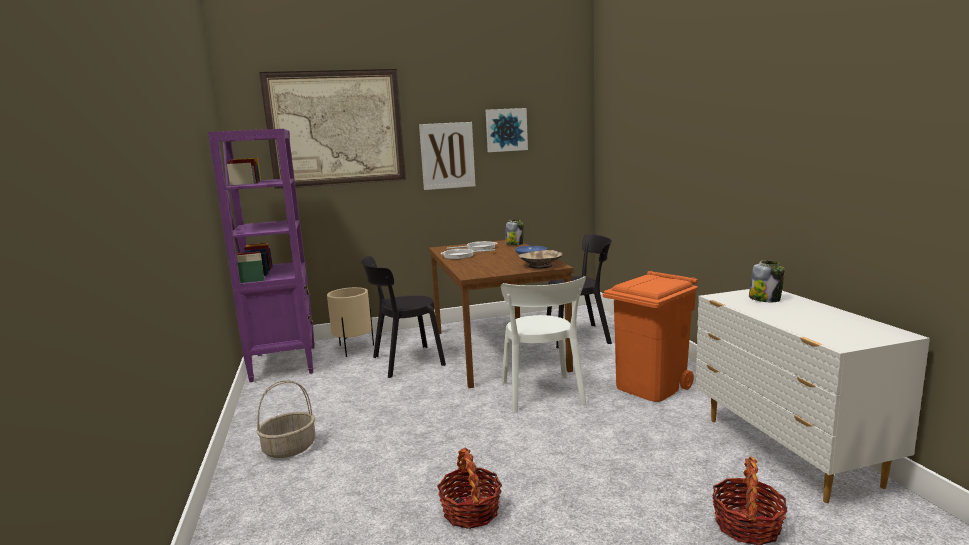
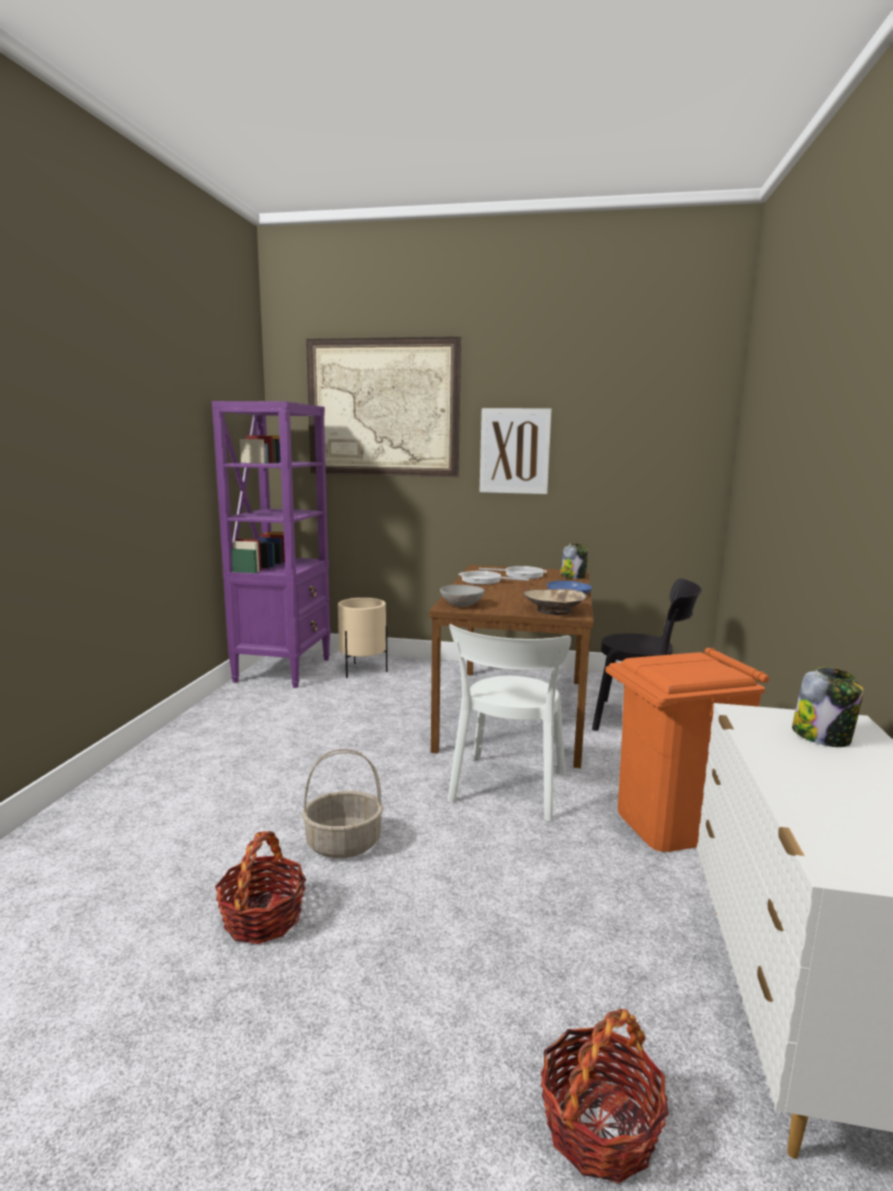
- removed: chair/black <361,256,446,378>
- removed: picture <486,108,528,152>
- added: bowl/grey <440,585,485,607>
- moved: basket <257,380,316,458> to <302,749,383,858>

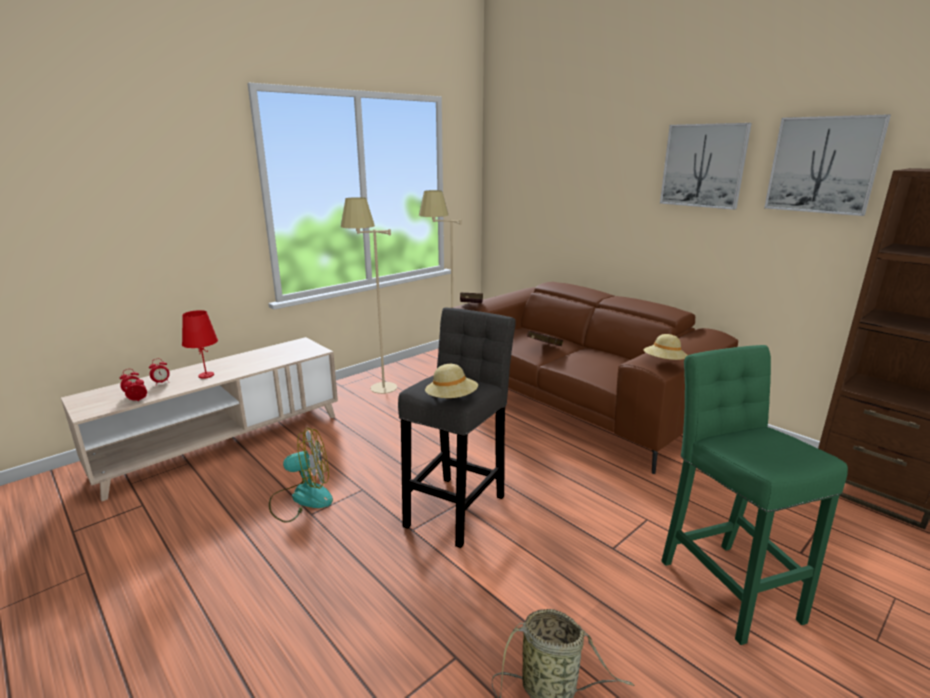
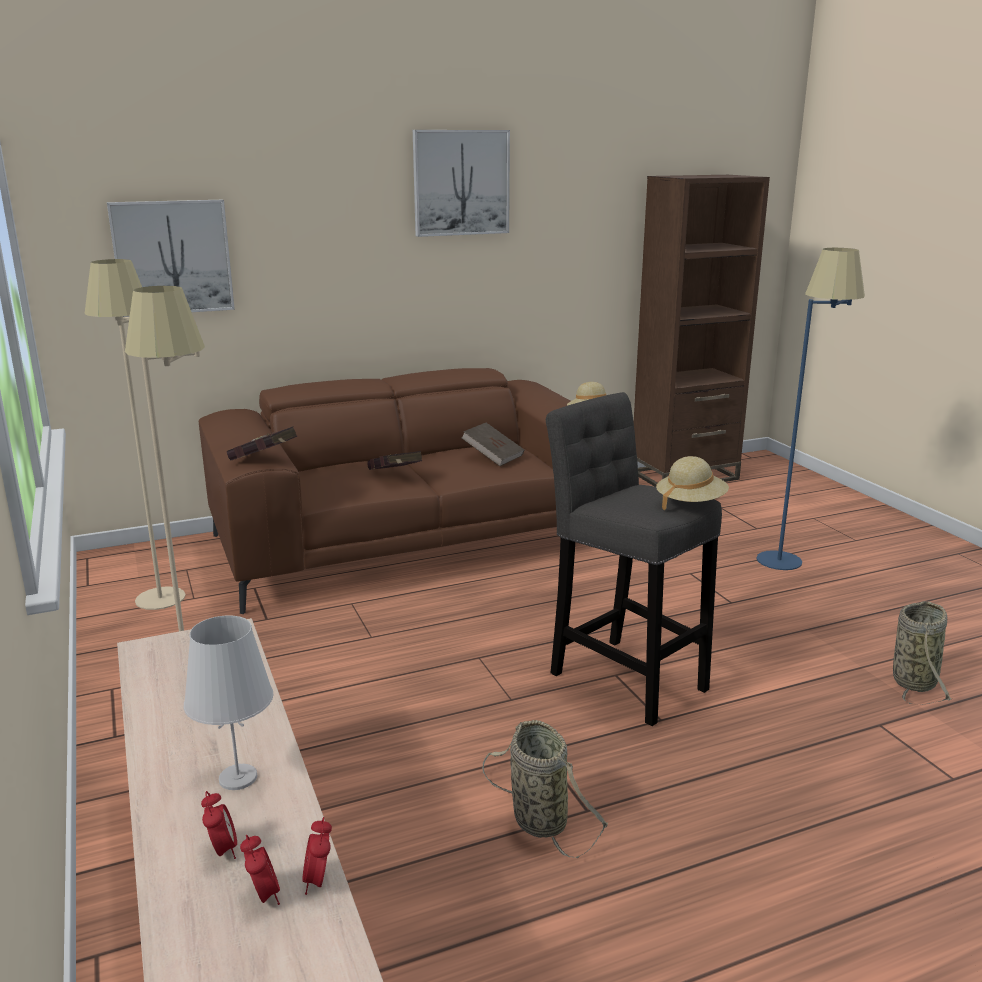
- added: book/brown <461,423,524,466>
- moved: picture <764,114,891,216> to <107,200,235,317>
- replaced: fan <269,427,333,523> to basket <483,720,608,858>
- replaced: stool/green <661,345,848,645> to floor lamp/blue <756,248,865,570>
- recoloured: table lamp/red <182,310,218,379> to table lamp/white <184,615,274,790>

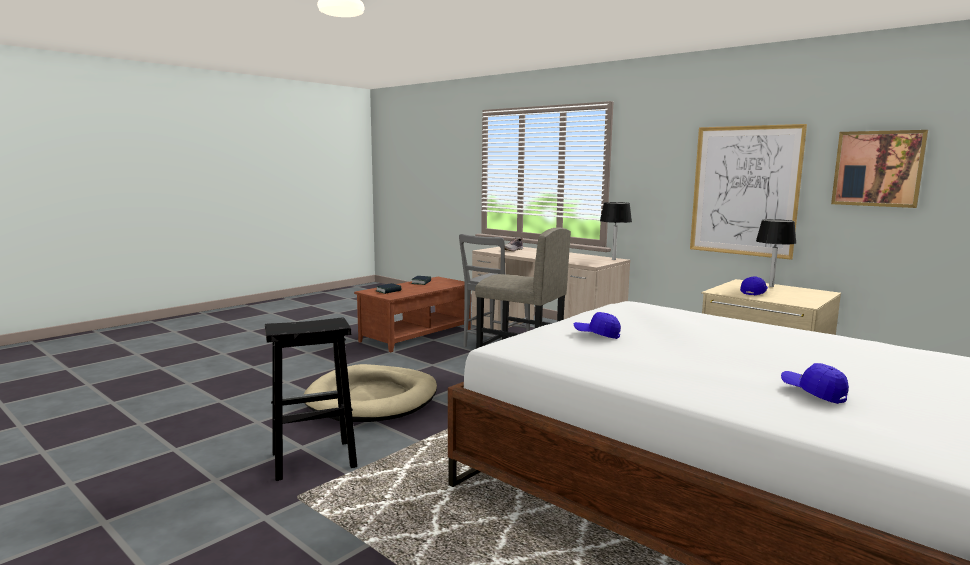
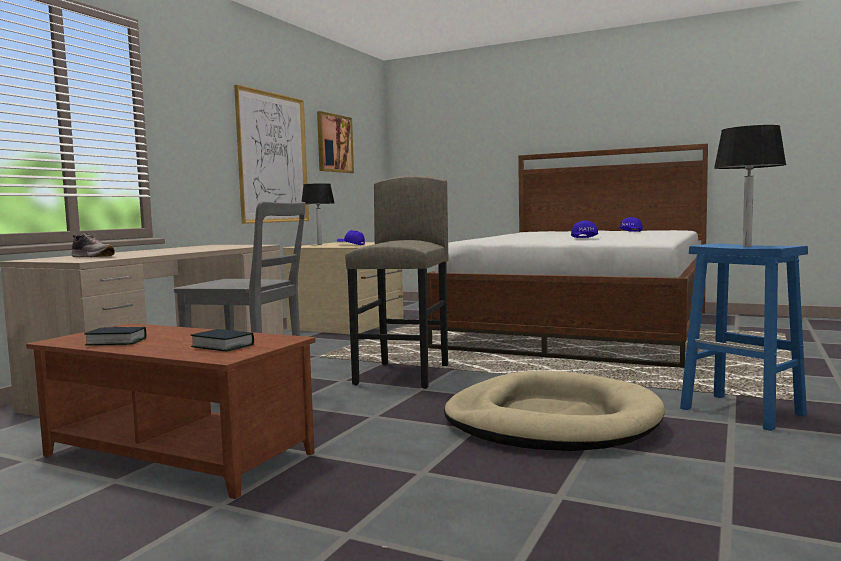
- moved: table lamp/black <600,202,632,260> to <714,125,787,247>
- recoloured: stool/black <265,317,357,481> to stool/blue <680,243,808,431>

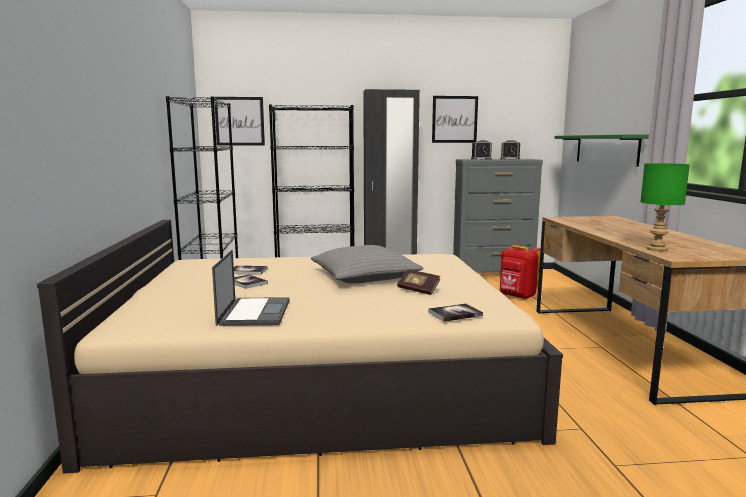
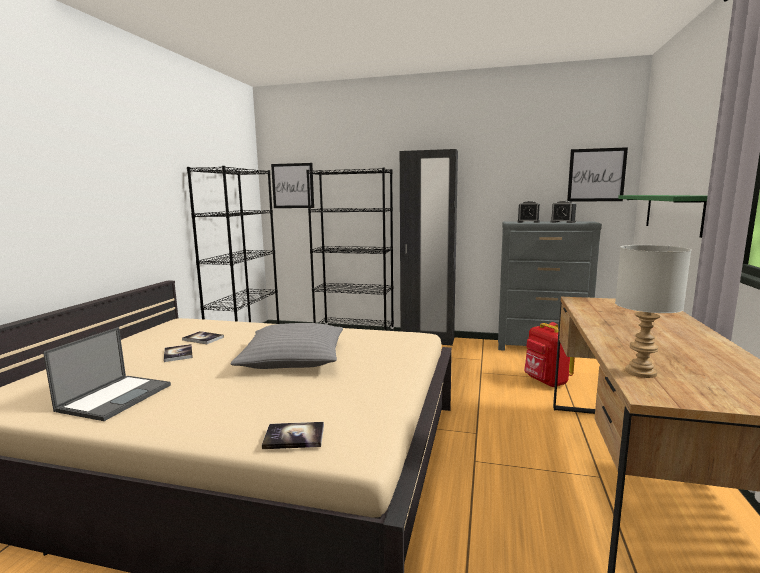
- removed: book <397,269,440,295>
- moved: picture <432,96,478,143> to <567,147,628,202>
- recoloured: table lamp/green <641,163,690,251> to table lamp/grey <615,245,691,378>

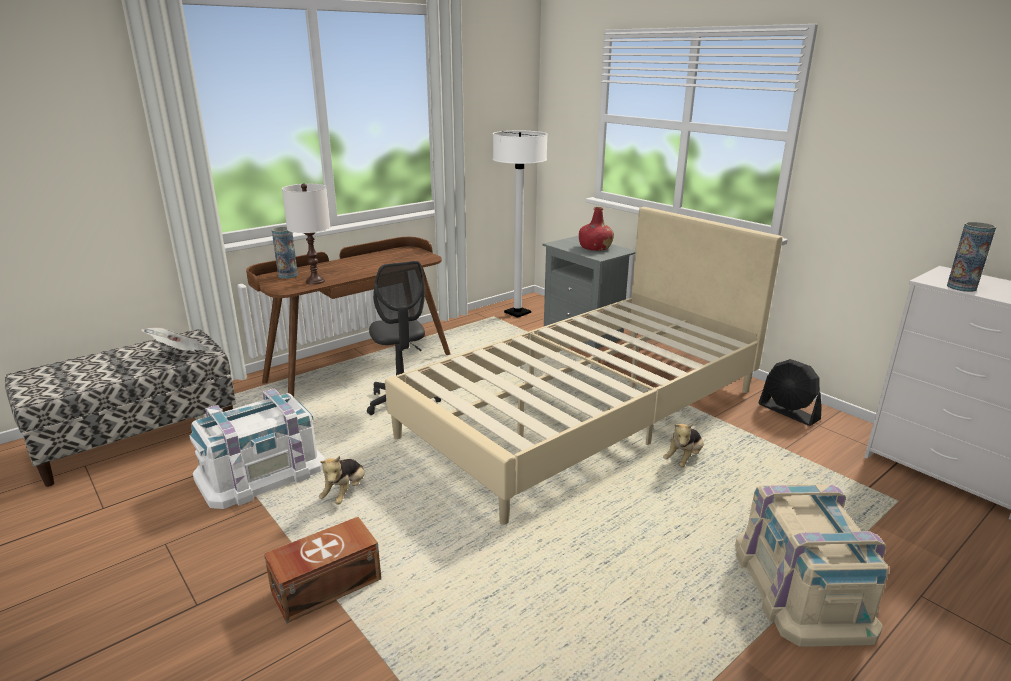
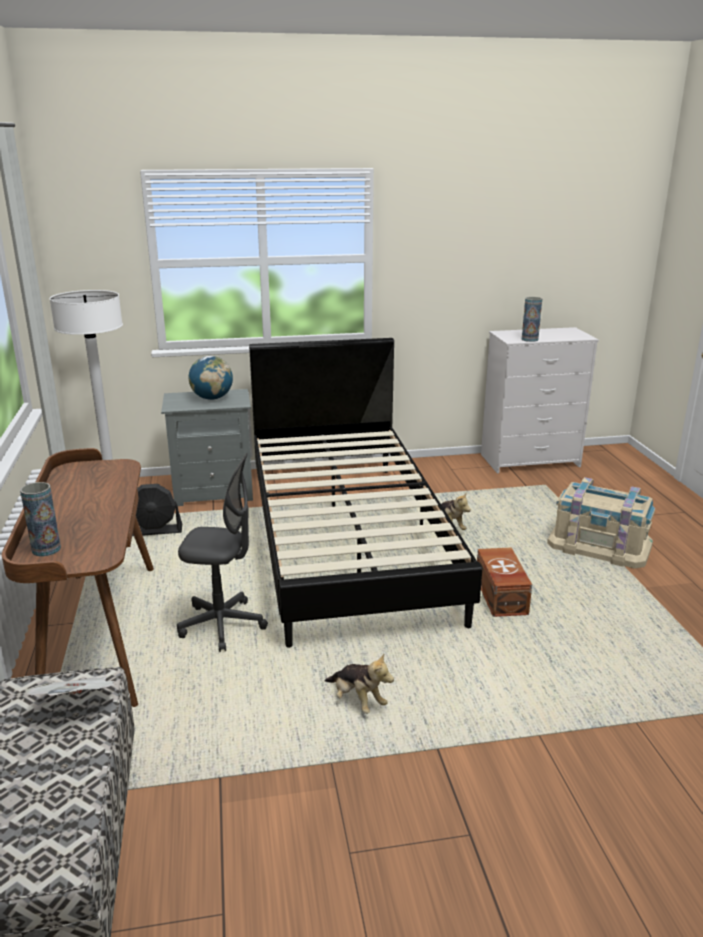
- removed: storage box/white <190,389,325,509>
- removed: table lamp/white <282,184,331,285>
- moved: storage box/brown <264,517,381,624> to <477,547,532,617>
- moved: fan/black <758,359,822,426> to <132,484,182,536>
- replaced: bottle/red <579,207,614,251> to globe <188,356,233,400>
- recoloured: bed/beige <385,207,783,525> to bed/black <249,338,482,648>

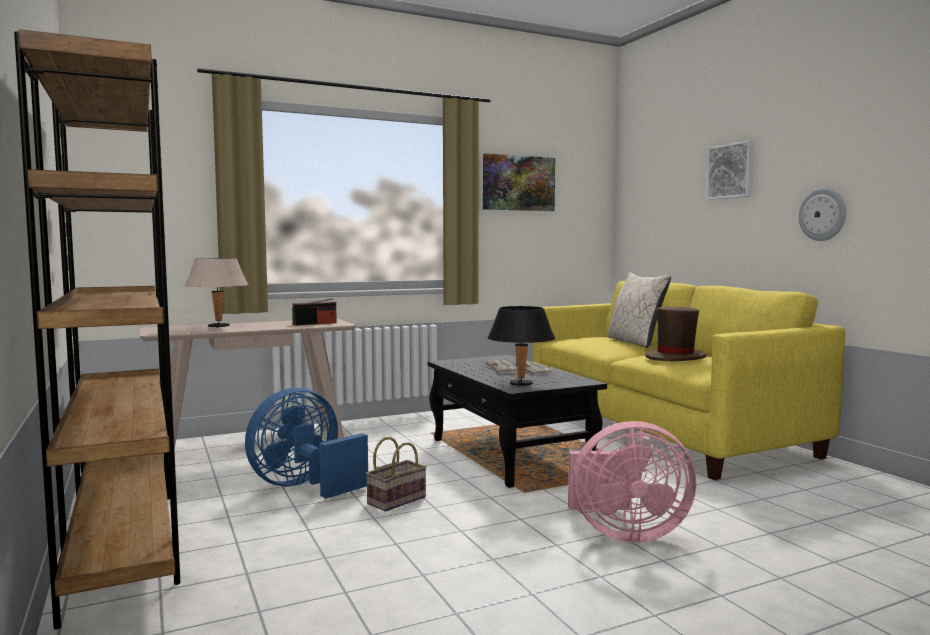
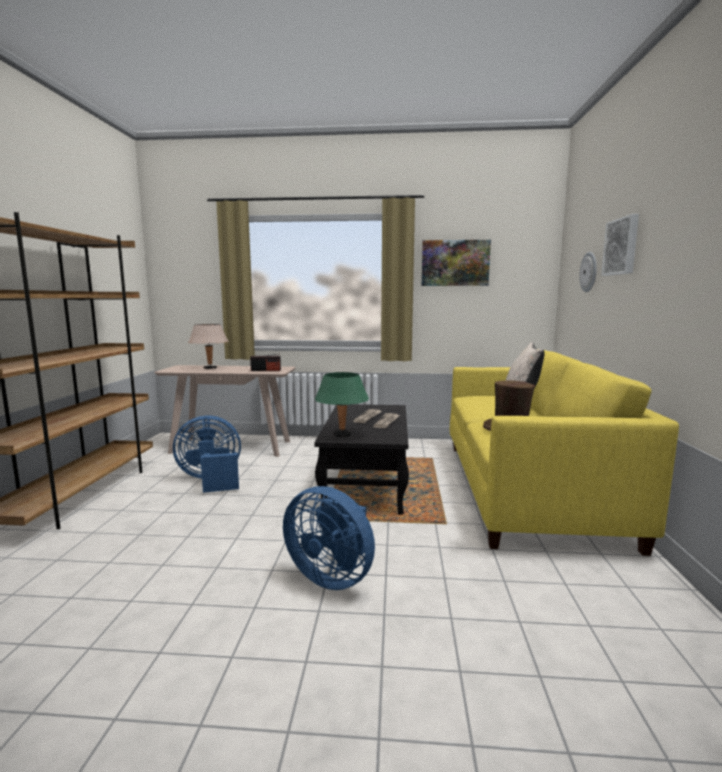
- removed: basket <366,437,427,511>
- moved: wall clock <799,188,846,241> to <579,252,597,292>
- recoloured: table lamp/black <488,306,555,386> to table lamp/green <315,372,369,437>
- recoloured: fan/pink <568,421,696,543> to fan/blue <283,486,375,590>

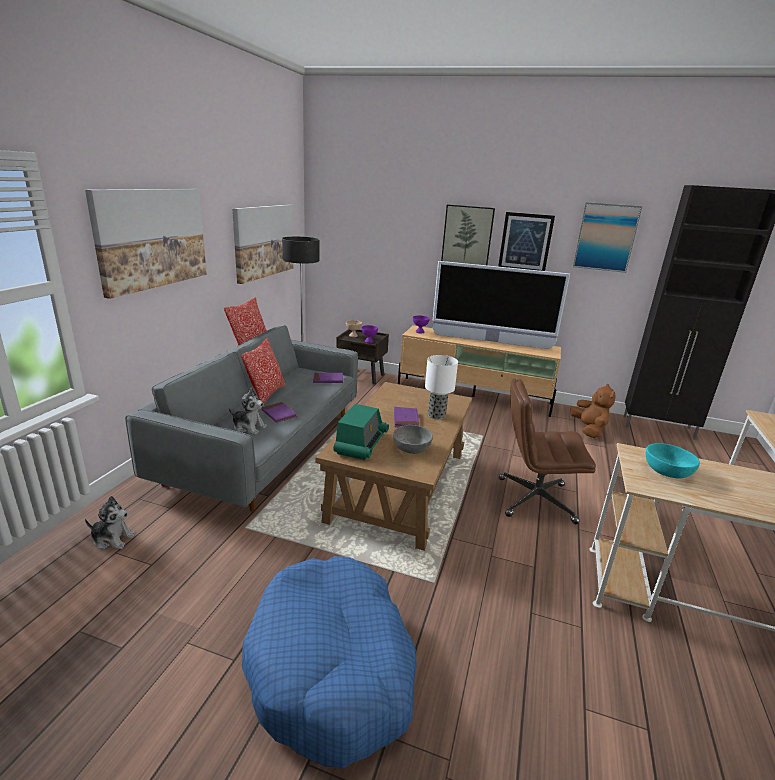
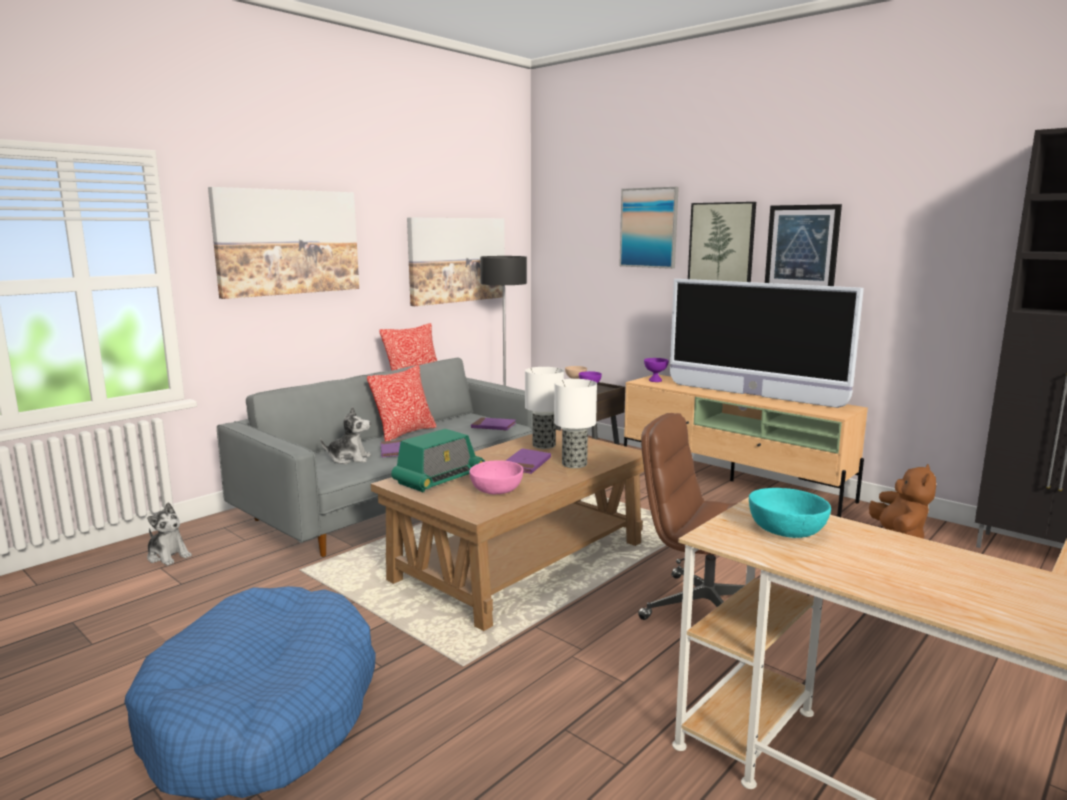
- added: table lamp <525,367,564,449>
- moved: picture <573,202,642,273> to <619,187,679,269>
- recoloured: bowl/grey <393,425,433,454> to bowl/pink <469,460,523,494>
- turned: plush toy <229,388,267,435> = <320,407,371,464> 45 degrees counterclockwise

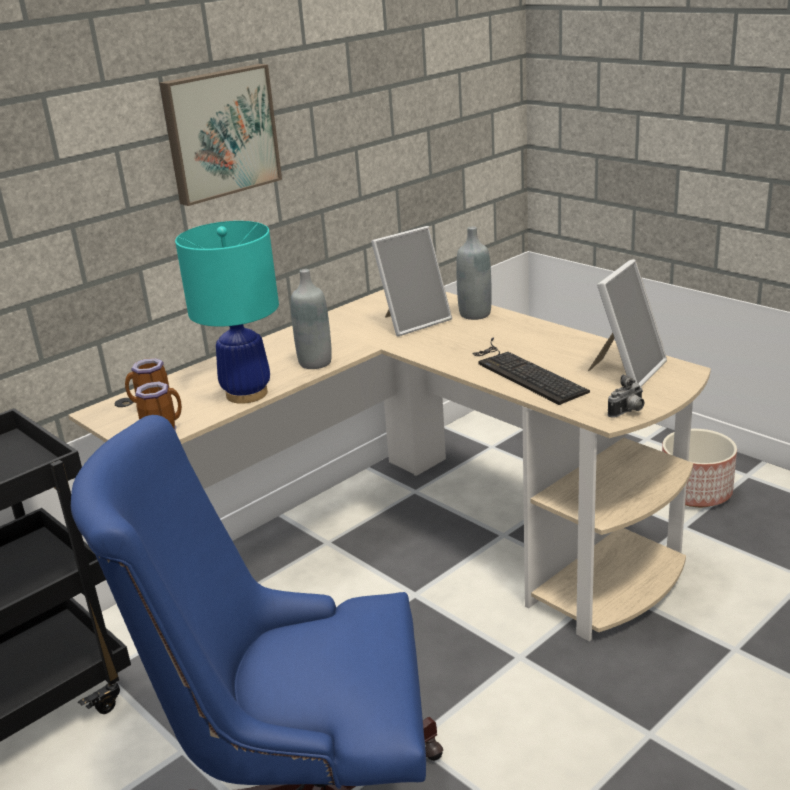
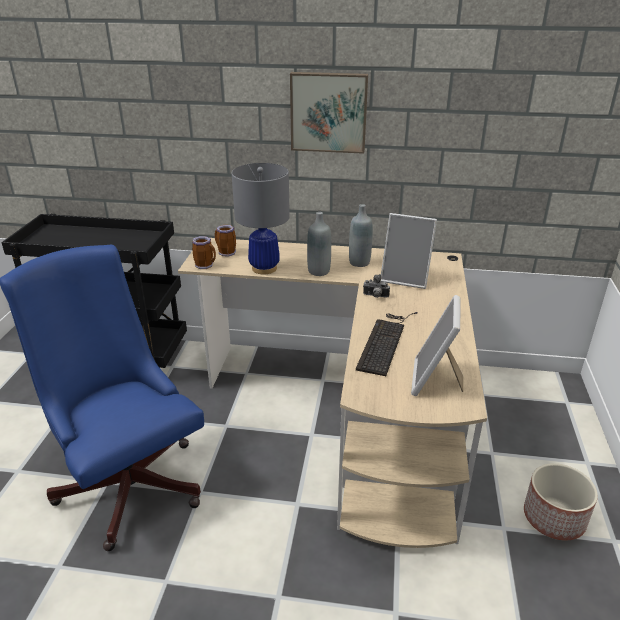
- moved: bottle/grey <456,226,492,320> to <349,204,373,267>
- moved: photo camera <608,374,644,417> to <363,274,390,298>
- recoloured: table lamp/turquoise <175,221,279,404> to table lamp/grey <232,163,290,274>
- turned: picture frame <588,259,667,387> = <411,295,463,396> 105 degrees clockwise

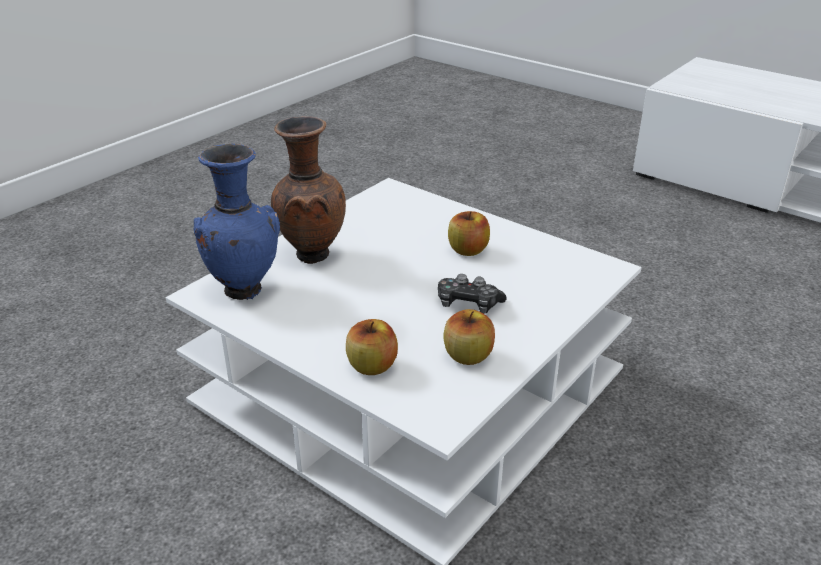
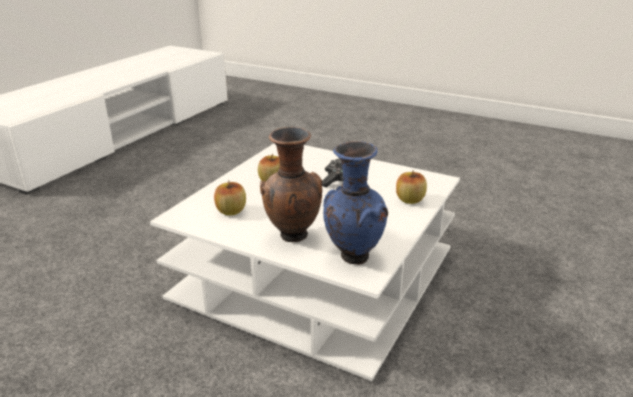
- moved: apple <443,309,495,365> to <214,180,246,216>

